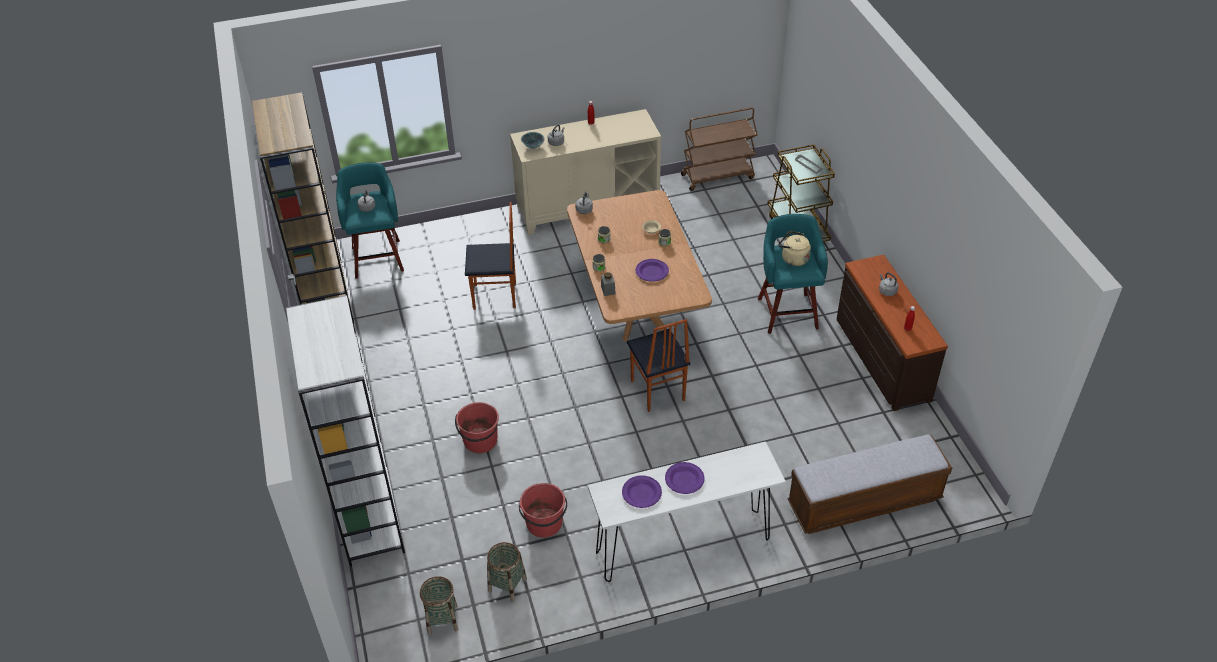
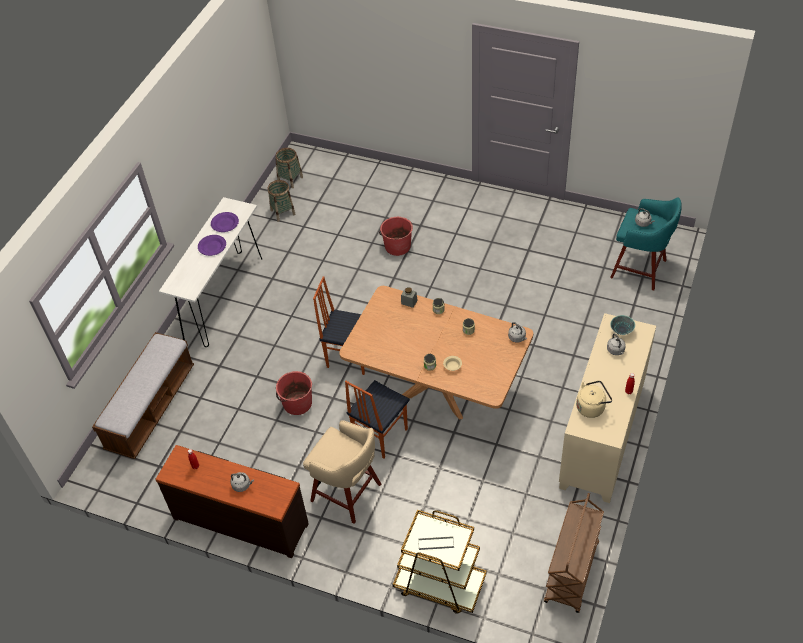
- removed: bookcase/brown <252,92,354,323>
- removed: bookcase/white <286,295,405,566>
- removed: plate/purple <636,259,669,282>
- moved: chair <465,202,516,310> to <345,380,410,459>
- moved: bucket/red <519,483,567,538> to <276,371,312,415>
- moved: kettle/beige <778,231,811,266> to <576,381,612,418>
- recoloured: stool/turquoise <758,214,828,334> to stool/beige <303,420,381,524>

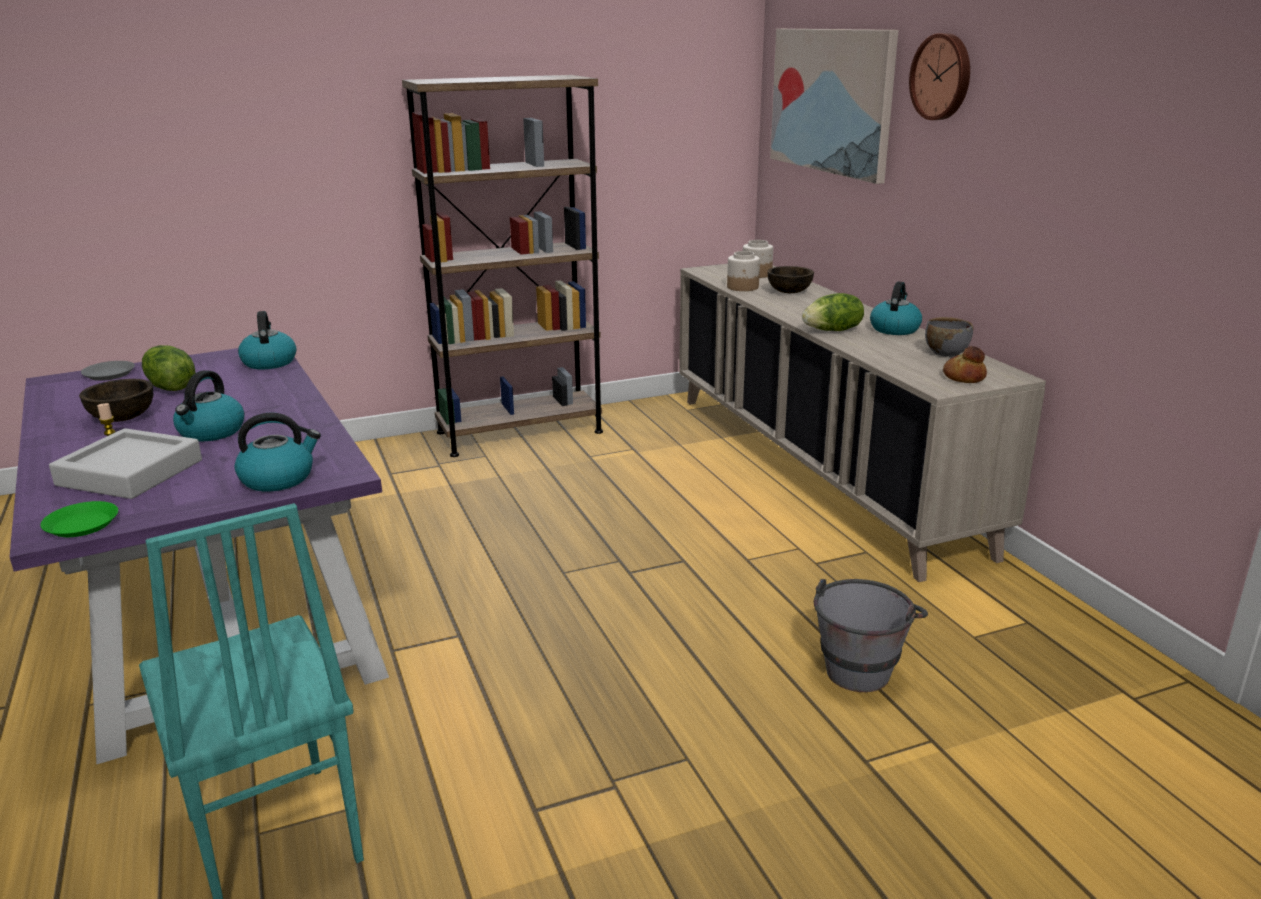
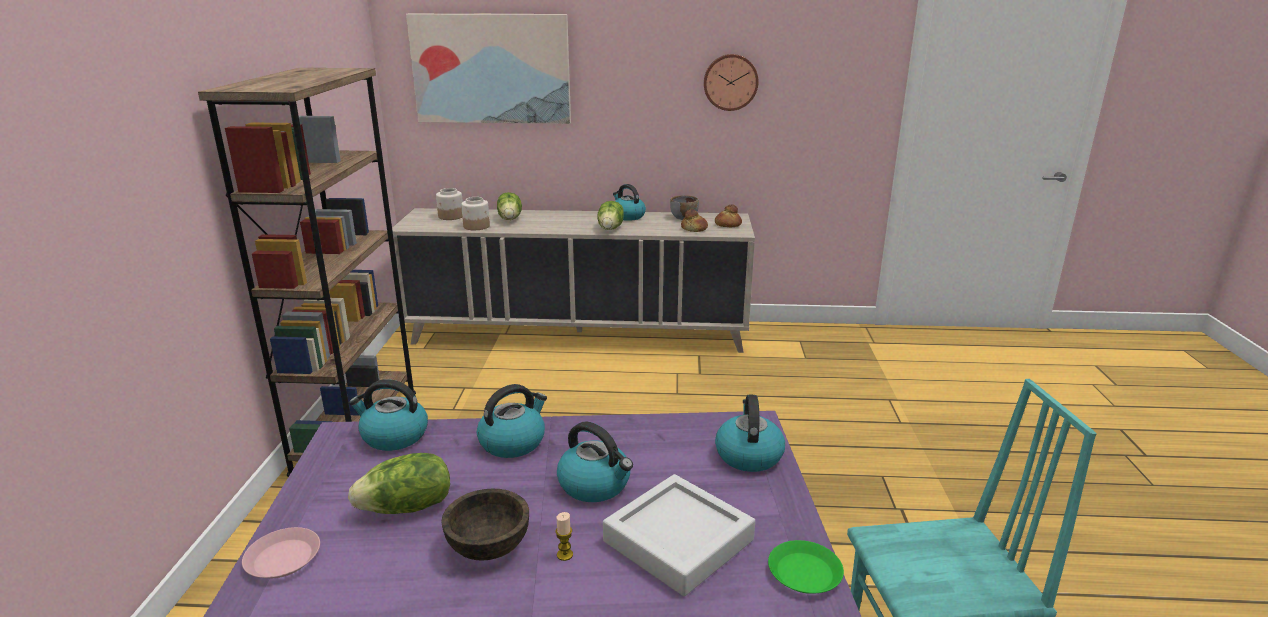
- removed: bucket/grey <814,579,928,692>
- added: kettle <477,384,547,458>
- added: bread <681,209,708,232>
- moved: wall clock <909,33,970,120> to <704,54,759,111>
- replaced: bowl/brown <767,266,814,293> to lettuce <497,192,522,220>
- recoloured: plate/grey <81,361,135,381> to plate/pink <242,527,320,578>

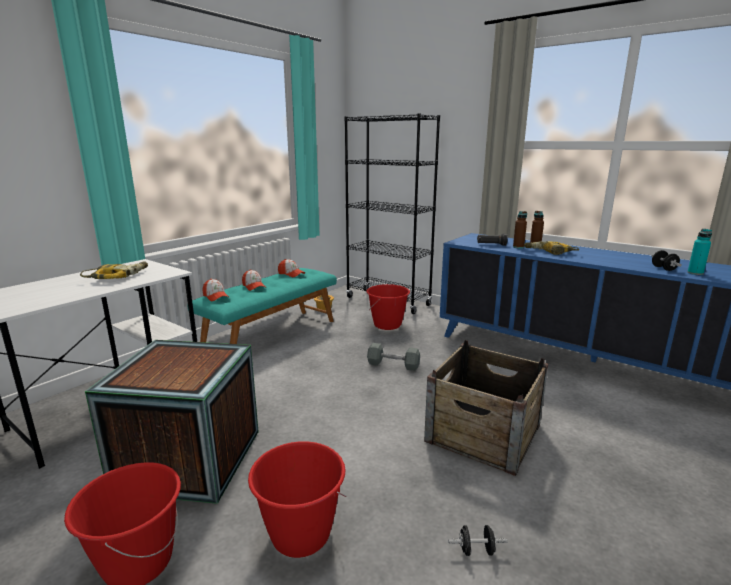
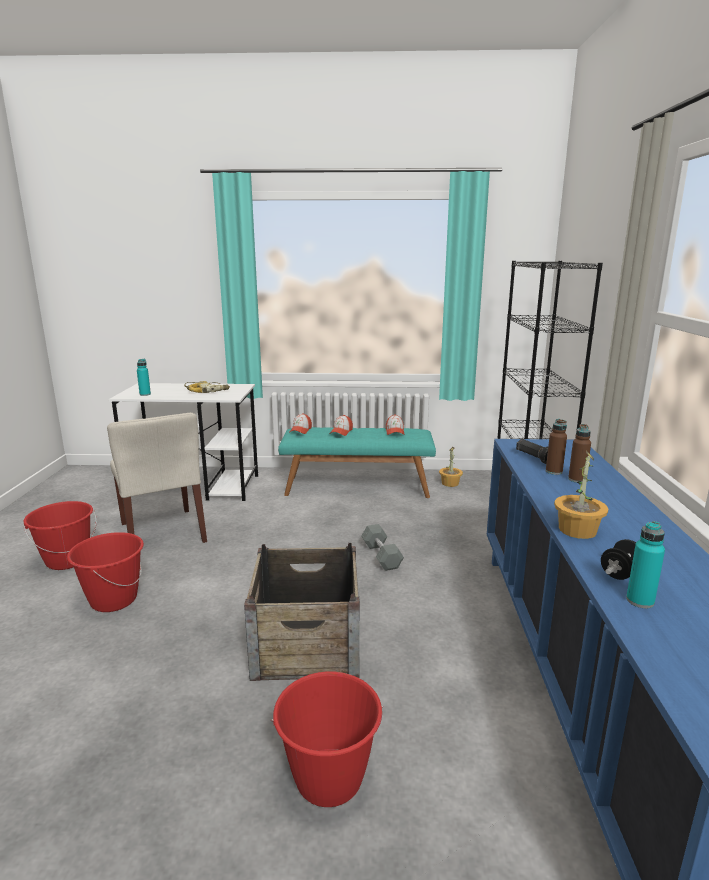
- removed: dumbbell/black <448,525,507,556>
- removed: power drill <524,241,580,255>
- added: bottle/turquoise <137,359,151,396>
- added: potted plant <554,450,608,539>
- moved: bucket/red <366,284,410,330> to <271,671,383,807>
- replaced: crate <85,340,259,504> to chair/beige <107,413,207,543>

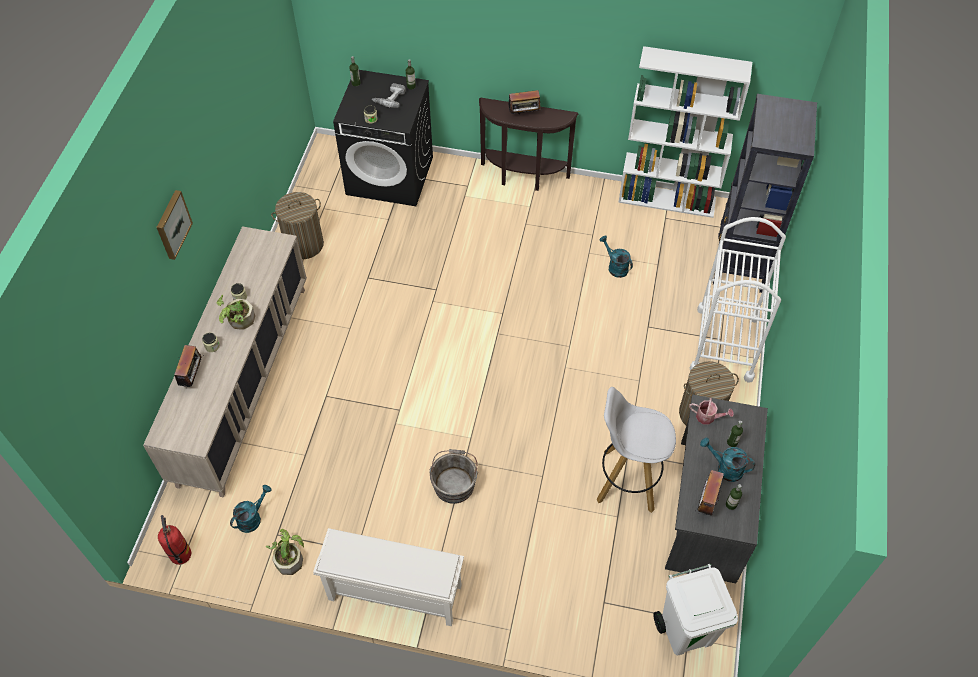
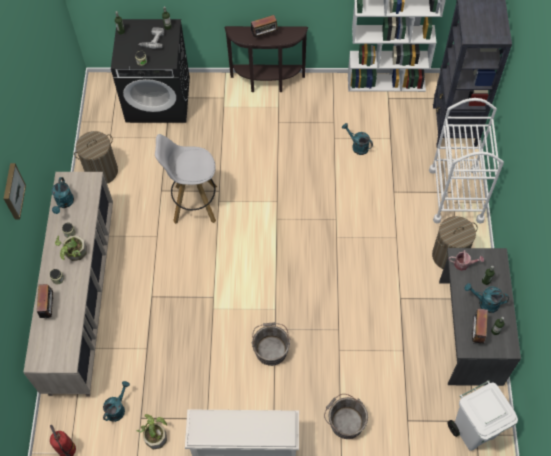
- added: watering can/turquoise <51,177,74,214>
- added: bucket/grey <324,394,368,439>
- moved: stool/white <597,387,676,513> to <155,134,217,224>

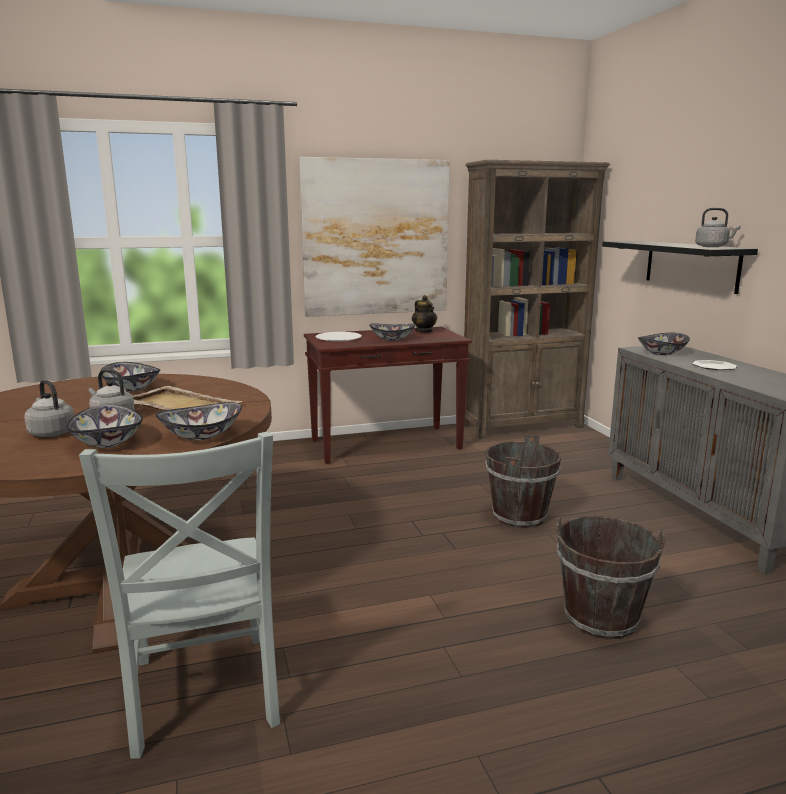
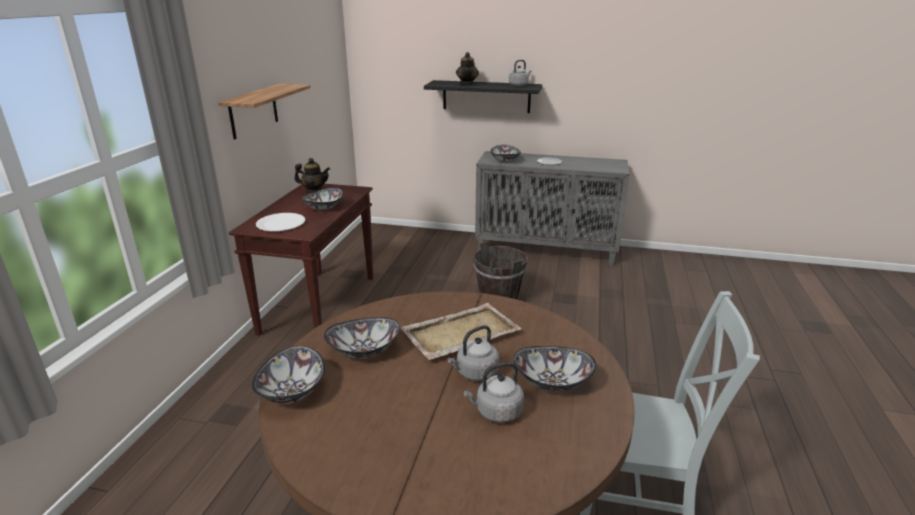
- removed: bookcase/brown <464,160,610,439>
- removed: bucket/brown <556,516,666,640>
- added: teapot <456,52,479,85>
- moved: bowl <156,402,242,440> to <252,346,325,404>
- replaced: picture <299,157,450,317> to shelf <218,84,311,140>

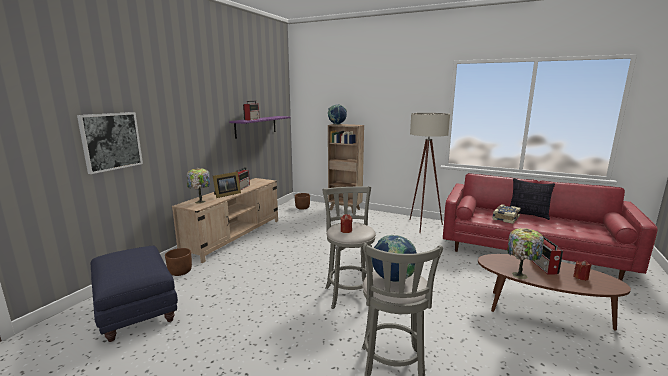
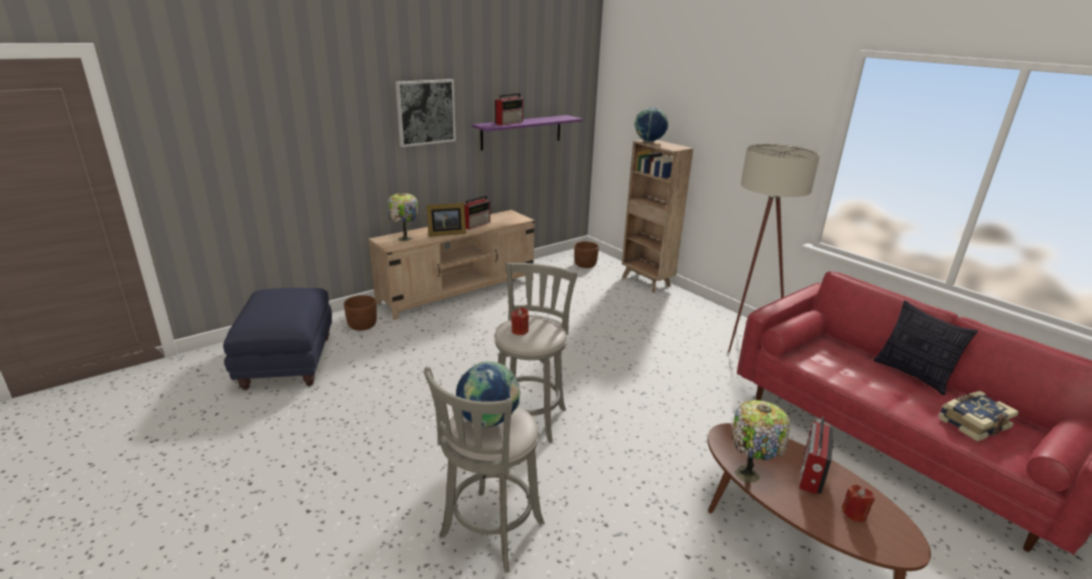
- moved: picture <77,112,143,174> to <395,79,456,147>
- moved: book <492,204,521,224> to <939,391,1019,442>

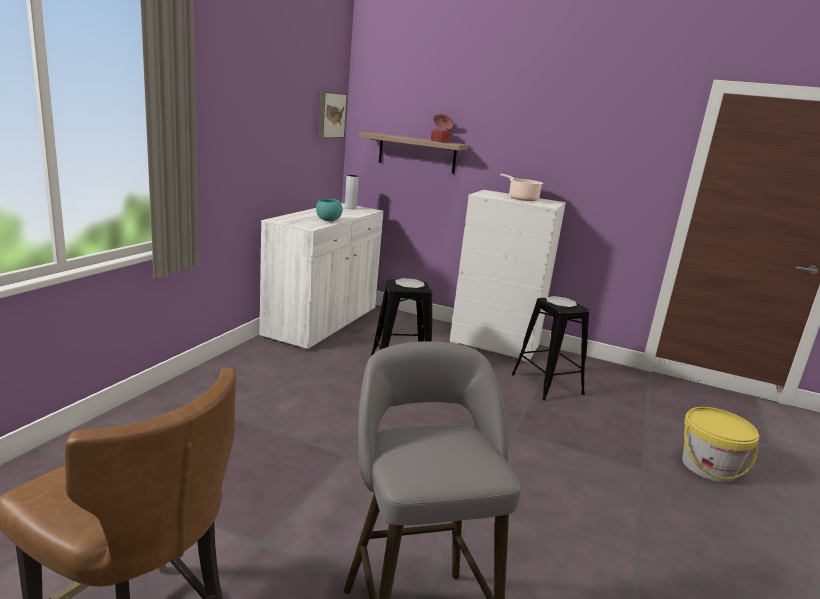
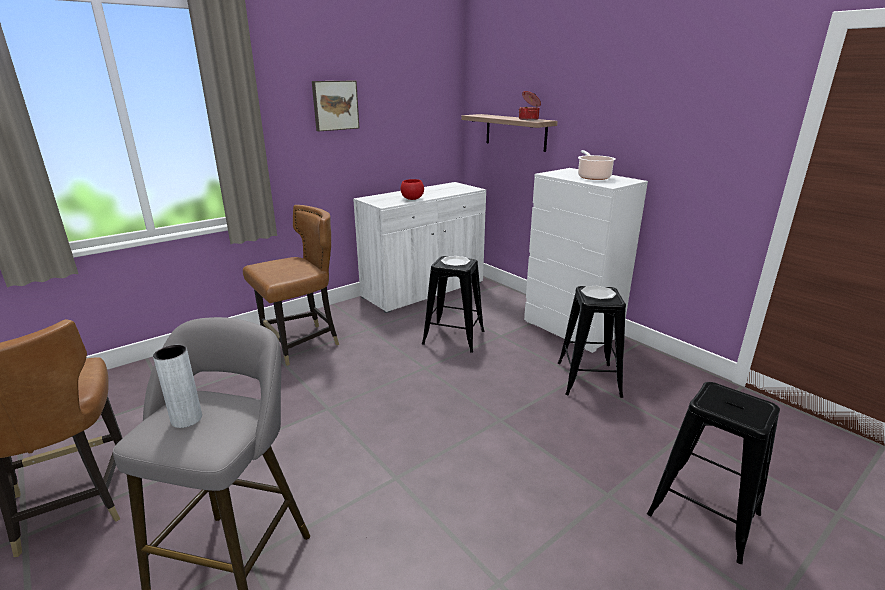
- added: chair/brown <243,205,339,366>
- moved: picture <318,91,347,138> to <312,81,359,131>
- moved: vase/grey <345,175,359,209> to <153,345,202,428>
- replaced: bucket/yellow <682,407,759,482> to stool/black <647,382,780,564>
- recoloured: bowl/turquoise <316,199,342,221> to bowl/red <401,179,424,200>

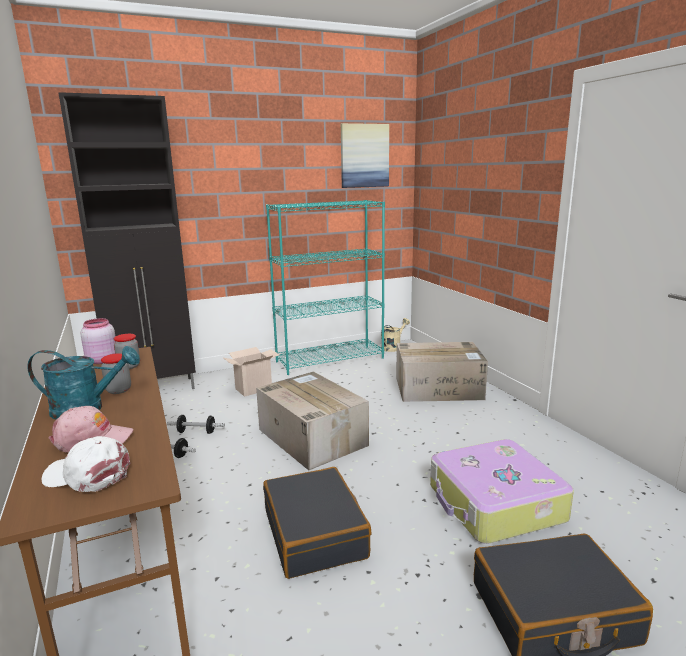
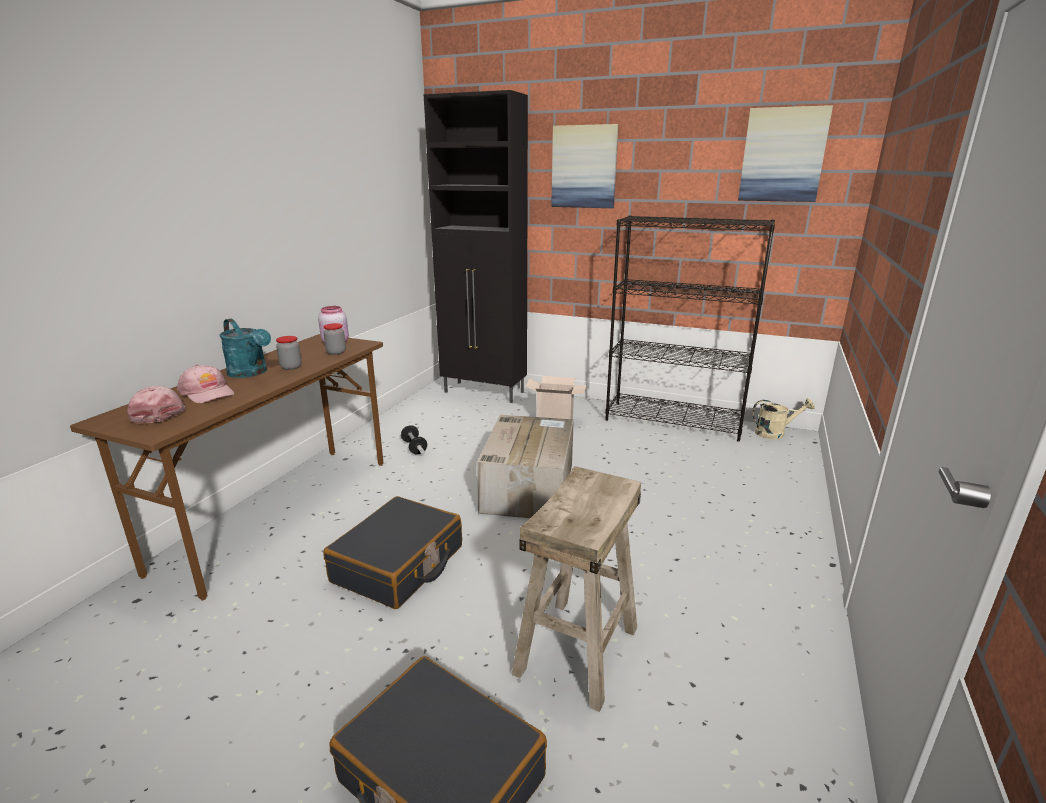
- removed: dumbbell <167,415,225,434>
- removed: cardboard box <396,342,488,402>
- added: picture <551,124,619,208>
- replaced: suitcase <430,439,574,544> to stool/beige <511,466,641,712>
- recoloured: cap/white <42,436,130,492> to cap/pink <127,386,185,423>
- recoloured: bookcase/turquoise <266,200,385,375> to bookcase/black <605,215,775,442>

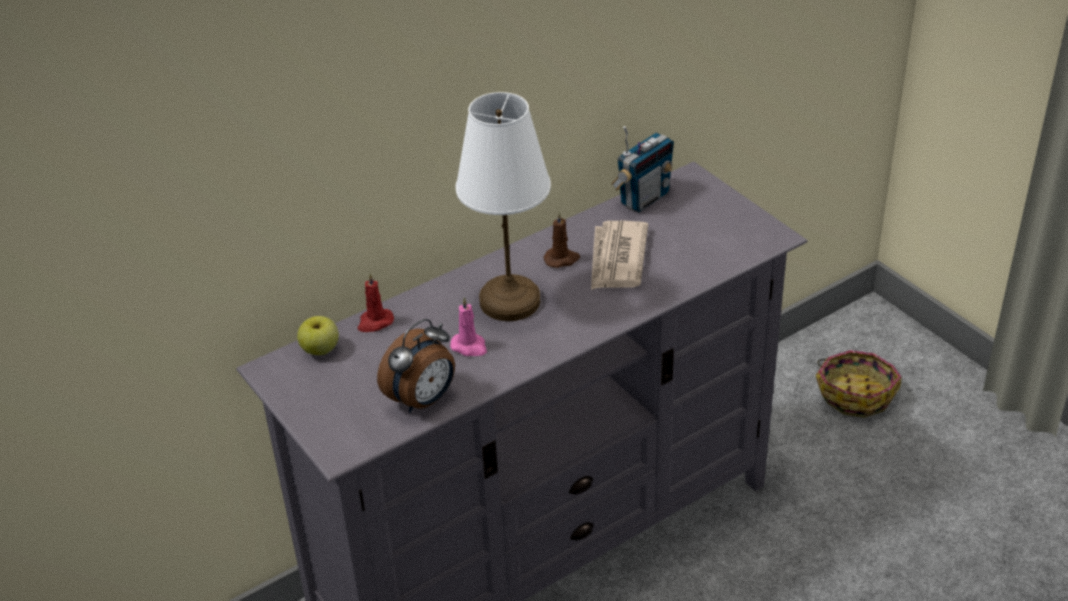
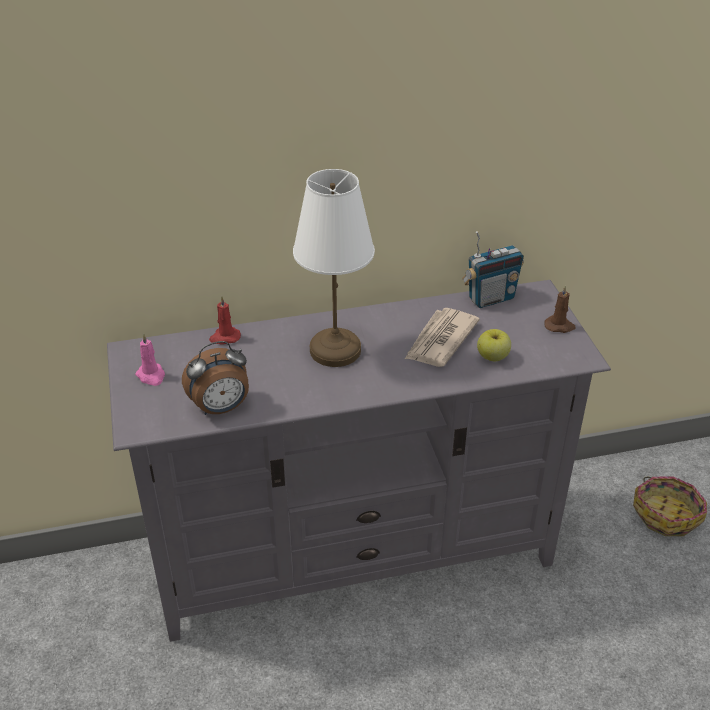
- moved: apple <297,316,339,355> to <477,329,511,362>
- moved: candle/pink <450,297,487,356> to <135,333,165,386>
- moved: candle/brown <543,211,580,268> to <544,285,576,333>

